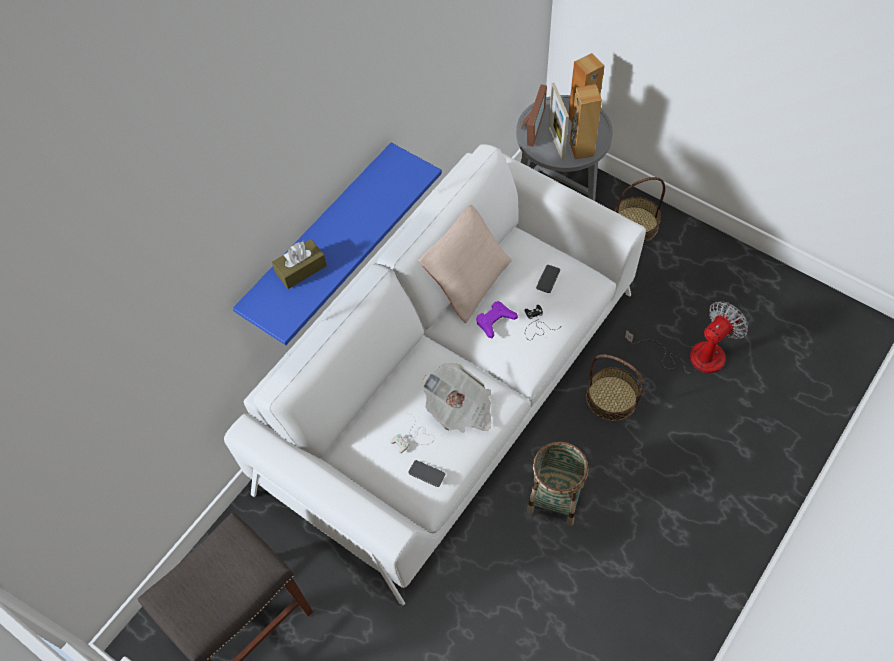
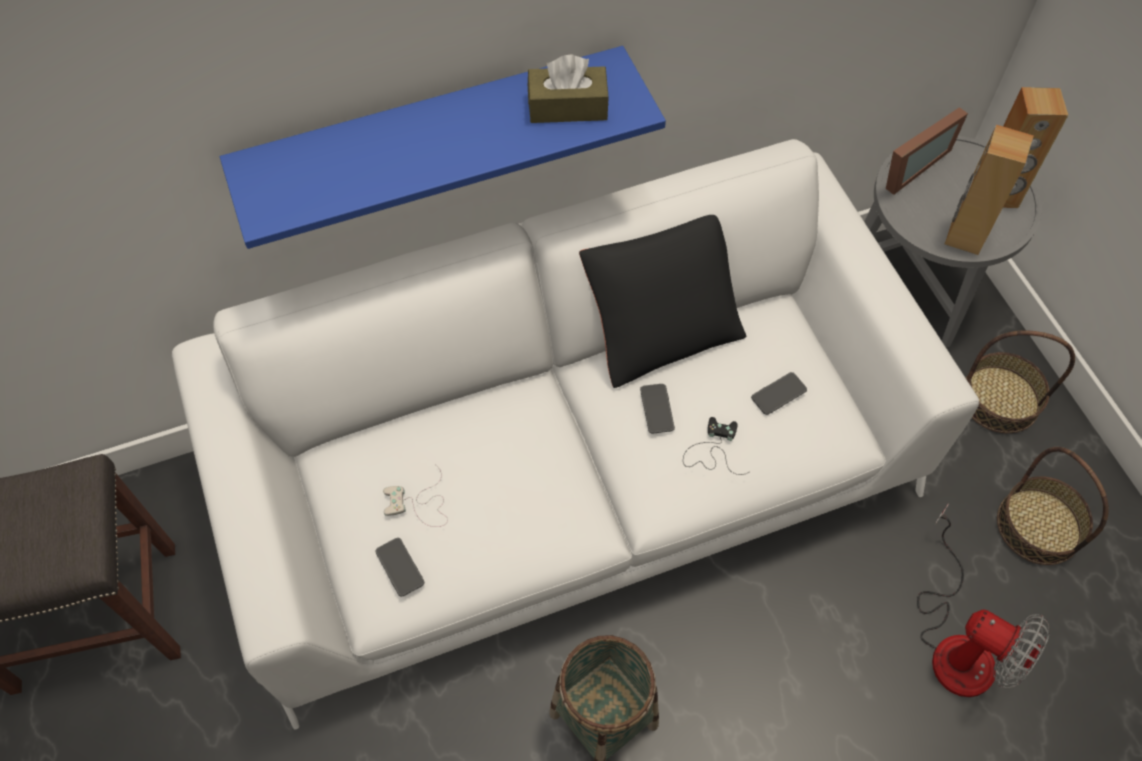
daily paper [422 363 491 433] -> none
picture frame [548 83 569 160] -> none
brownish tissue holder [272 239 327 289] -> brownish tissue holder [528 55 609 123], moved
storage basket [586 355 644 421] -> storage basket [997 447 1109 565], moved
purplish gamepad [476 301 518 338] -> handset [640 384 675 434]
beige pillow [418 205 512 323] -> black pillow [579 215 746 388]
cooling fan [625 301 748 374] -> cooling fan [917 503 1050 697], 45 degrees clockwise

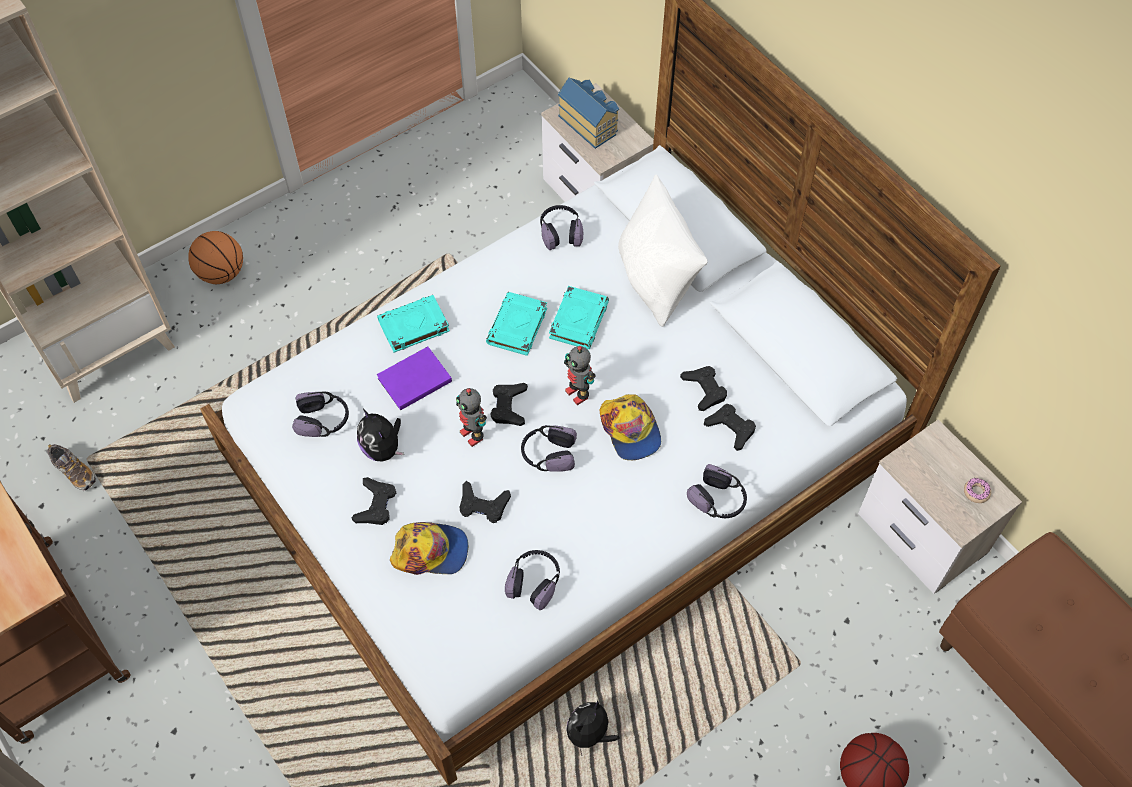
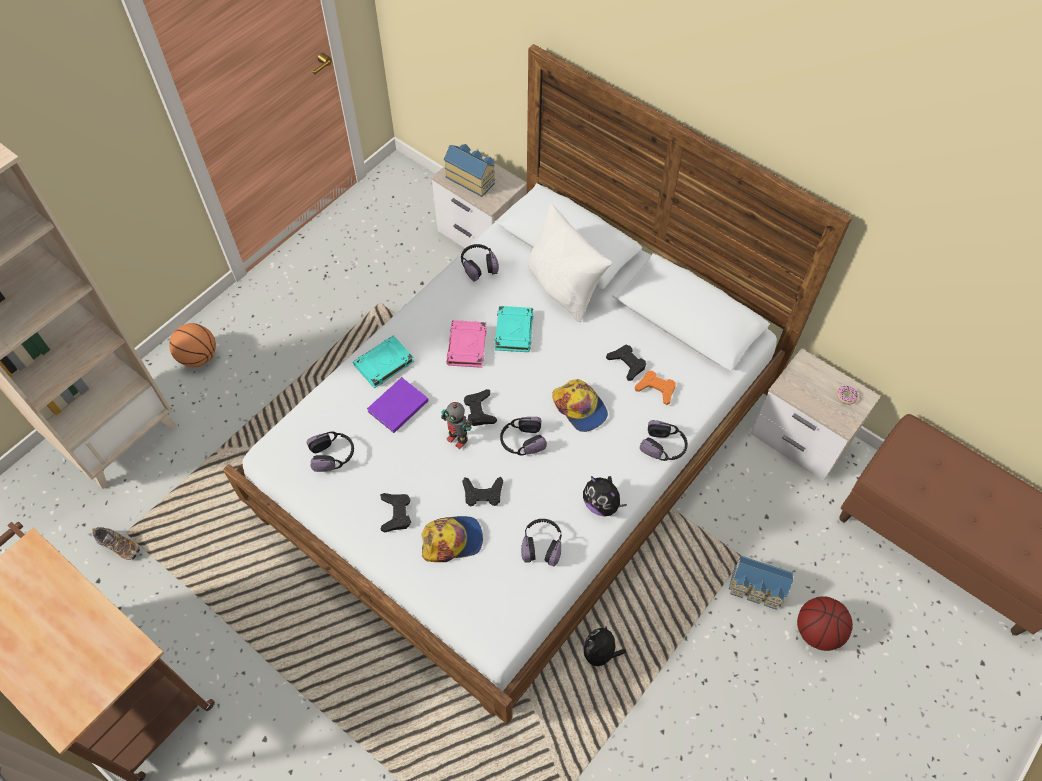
model robot [564 346 596 405] -> none
none -> toy house [729 555 793 610]
soft toy [357 409 404 462] -> soft toy [583 476 627 517], moved
blue-green volume [486 292 547 356] -> pinkish volume [446 320 487 368]
black gamepad [704 404 756 451] -> orange gamepad [635 371 676 405]

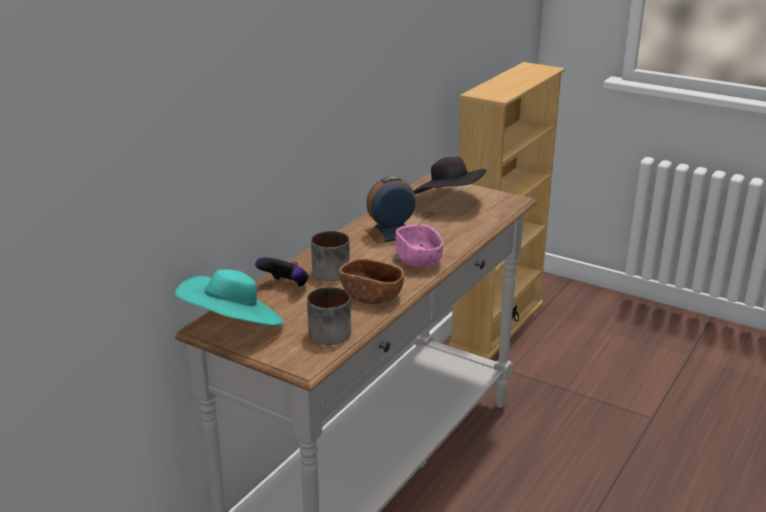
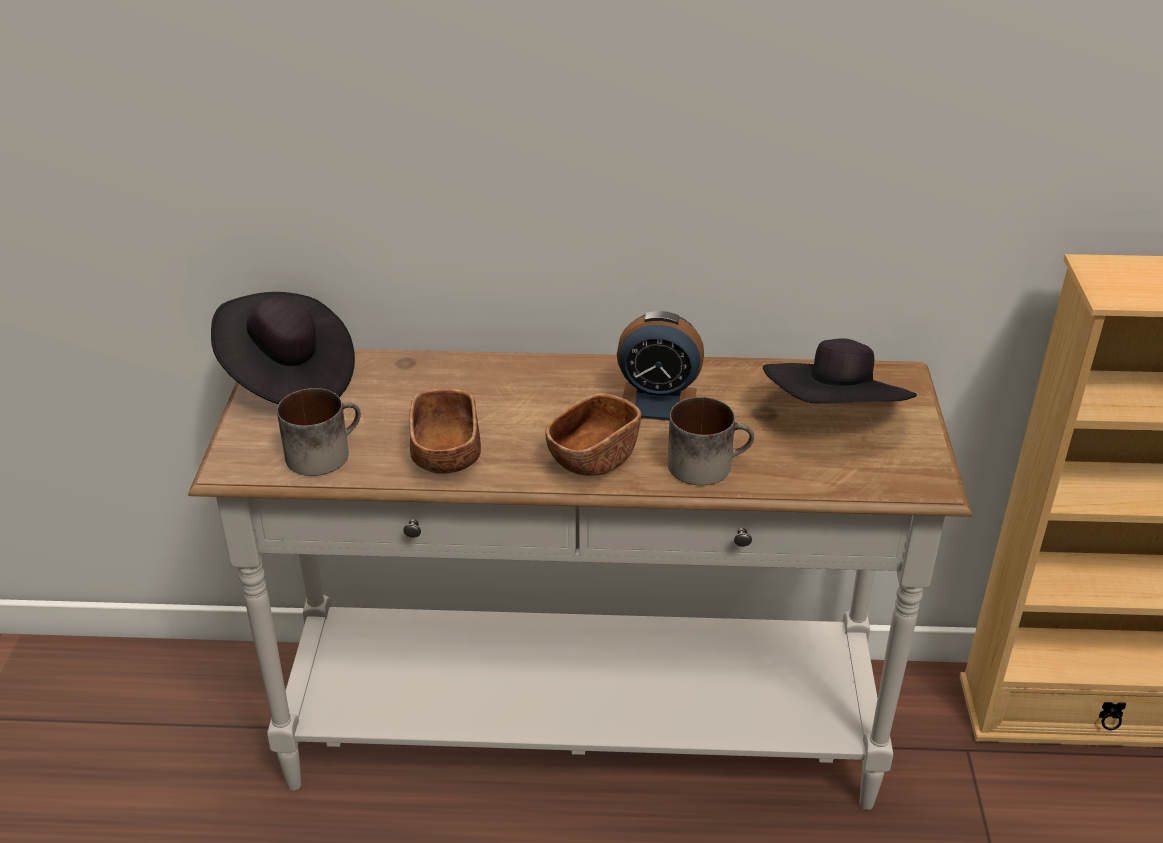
gamepad [255 257 309 287] -> none
coffee mug [311 231 350 281] -> coffee mug [667 397 754 485], moved
blue-green hat [175 269 284 326] -> black hat [211 292 355 404]
pinkish serving bowl [395 224 444 267] -> brownish serving bowl [545 393 641 476]
alarm clock [366 176 416 244] -> alarm clock [617 311 704 421], 150 degrees clockwise

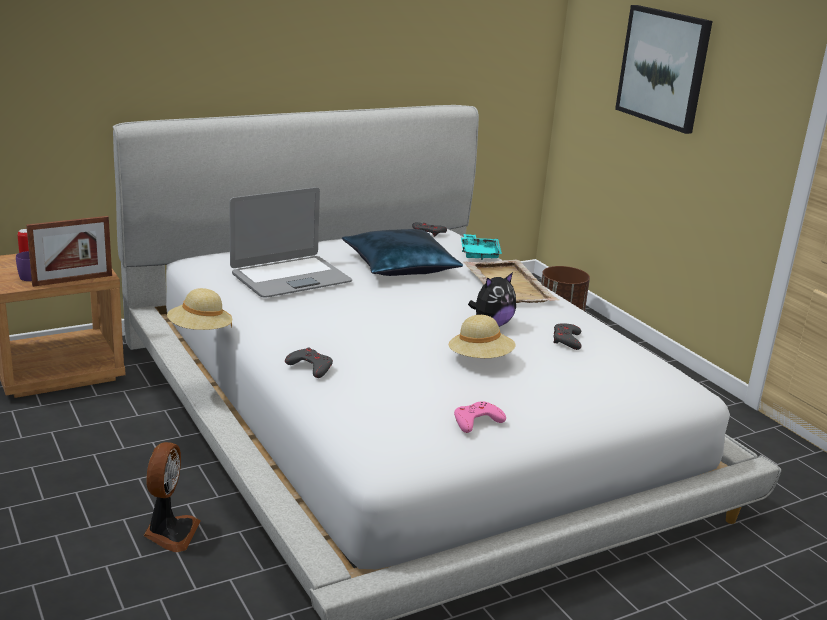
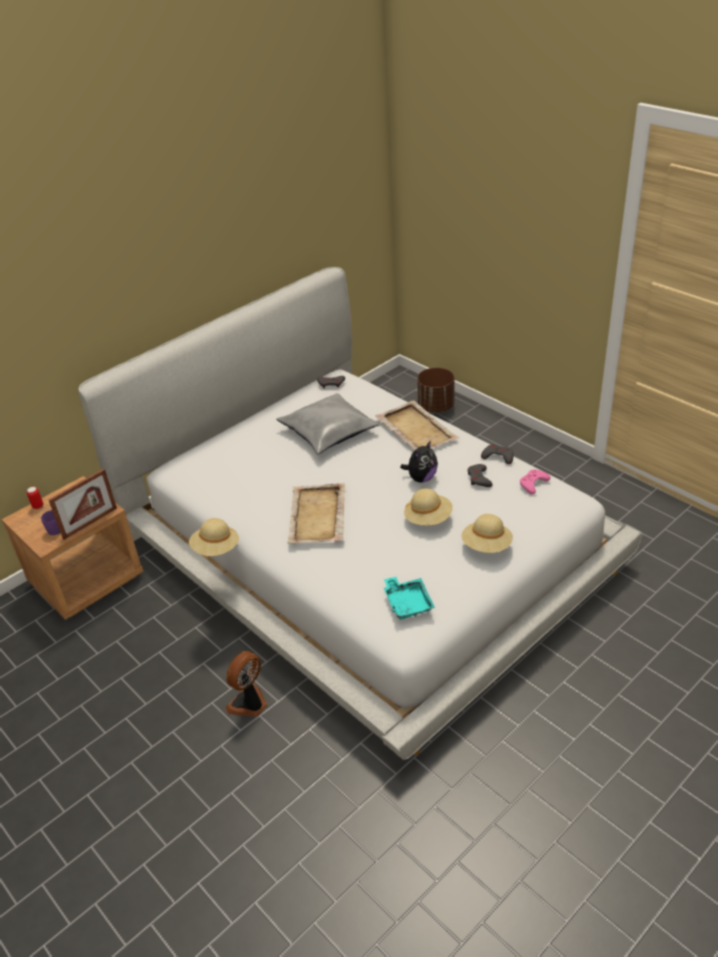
laptop [229 187 352 298] -> none
wall picture [615 5 713 134] -> none
none -> beige serving tray [288 483 345 543]
none -> beige hat [462 514 513 553]
greyish gamepad [285 347 333 378] -> greyish gamepad [481 444 513 464], moved
pinkish gamepad [454 401 506 433] -> pinkish gamepad [520 469 551 495], moved
blue-green serving tray [461 234 502 260] -> blue-green serving tray [384 577 435 620], moved
blue pillow [342 229 463 276] -> greyish pillow [276 393 379 454]
cooling fan [144 442 201 552] -> cooling fan [226 651 268 716], 135 degrees counterclockwise

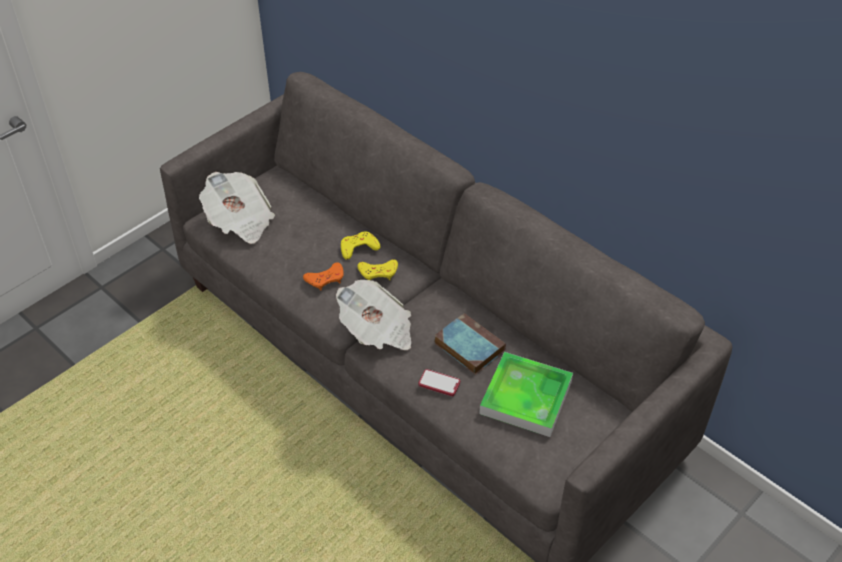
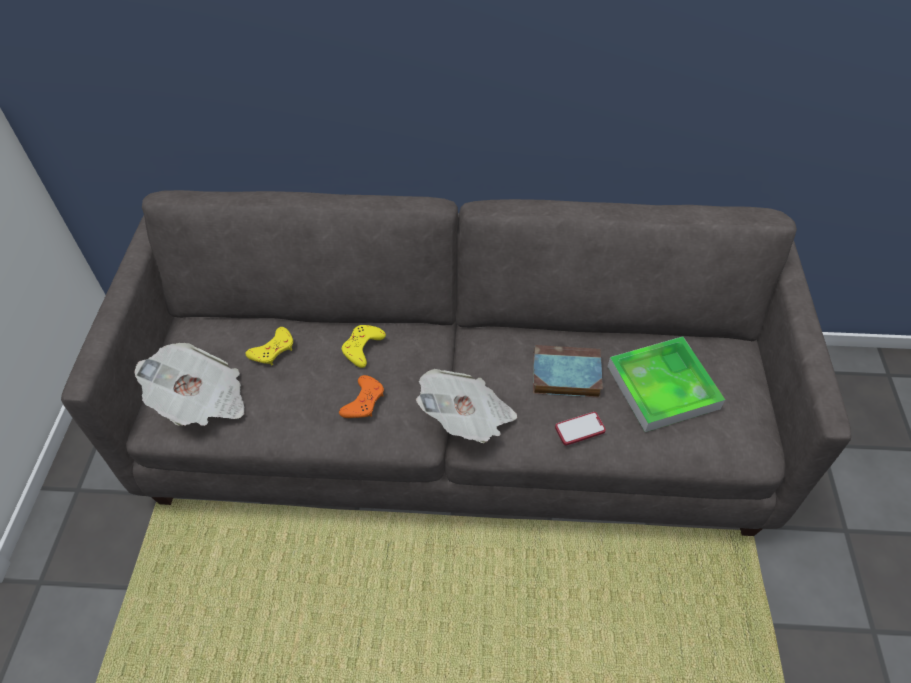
yellow gamepad [357 259 398 280] -> yellow gamepad [245 327 293 365], moved

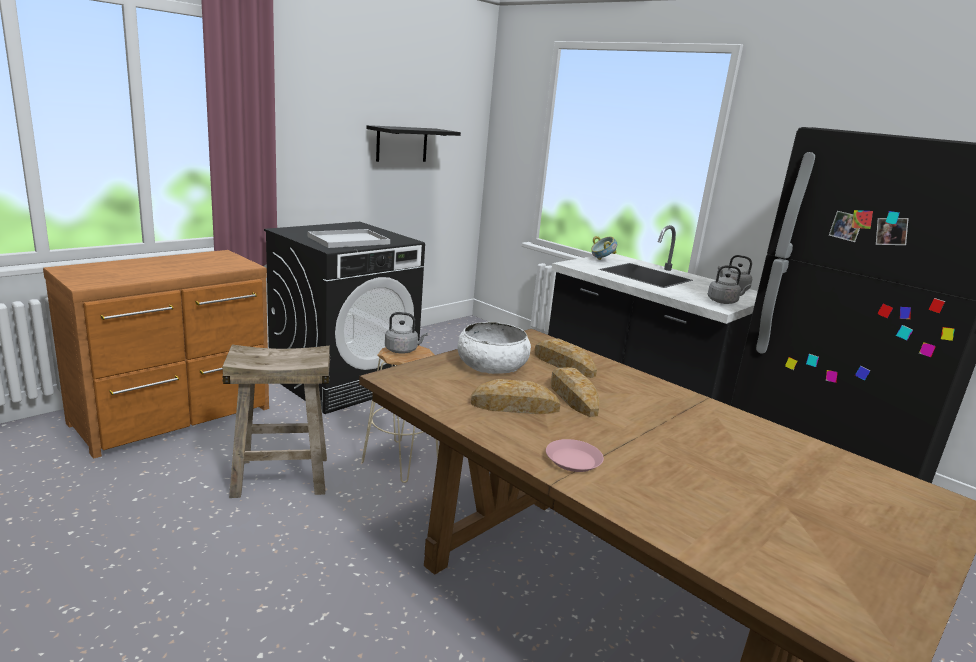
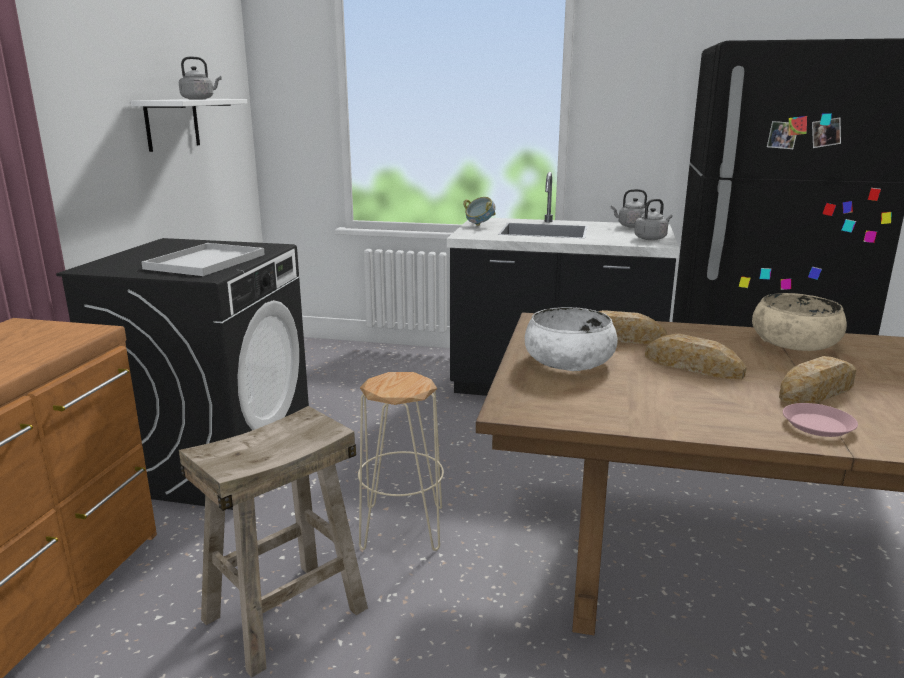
none -> beige serving bowl [752 293 847 351]
greyish kettle [385 312 428 354] -> greyish kettle [179 56 222 99], moved
bakery bread [471 379 560 414] -> bakery bread [779 356 857 404], moved
black shelf [366 125 461 162] -> whitish shelf [131 99 248 152]

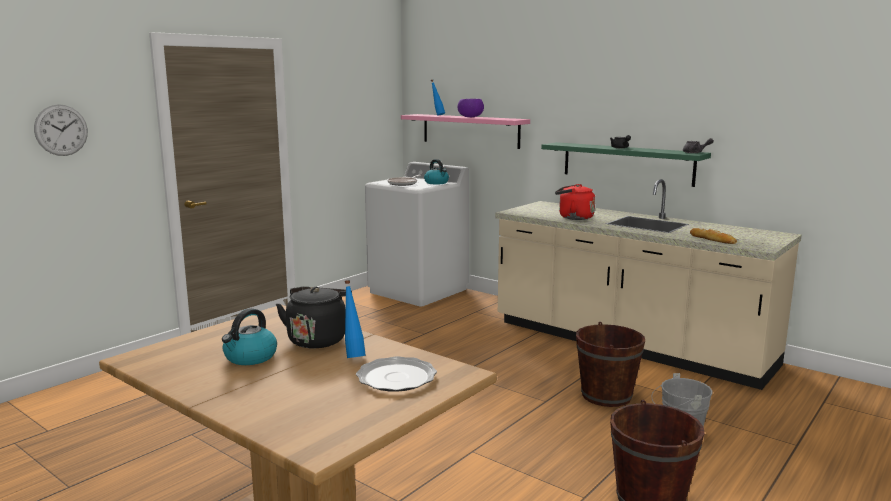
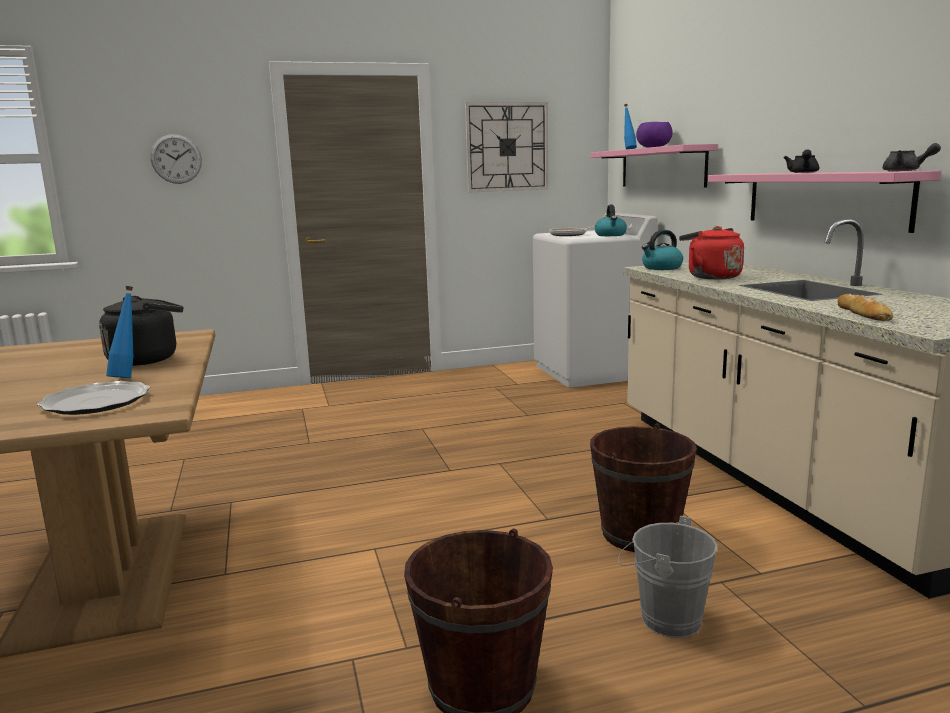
none -> wall clock [465 102 548 192]
kettle [222 308 277 365] -> kettle [642 230 683 270], moved
greenish shelf [541 142 711 187] -> pinkish shelf [708 171 941 233]

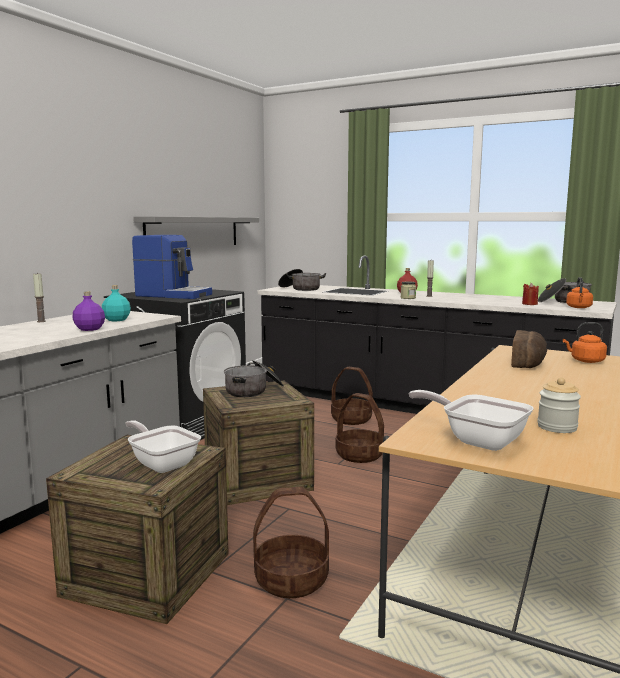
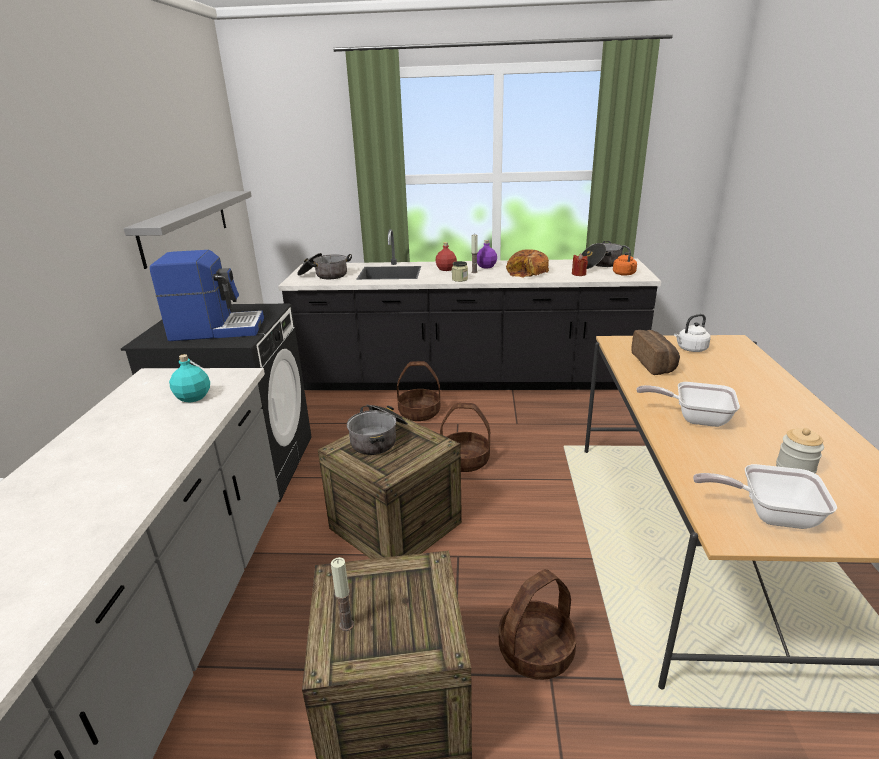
none -> bakery bread [506 249 549 277]
wax light [33 272 46 322] -> wax light [331 557 354 631], moved
purplish bottle [73 291 105 331] -> purplish bottle [477 240 497 268], moved
skillet [125 420 201 473] -> skillet [637 382 740 427], moved
orange kettle [563 322 607 363] -> whitish kettle [674 314 711 352]

